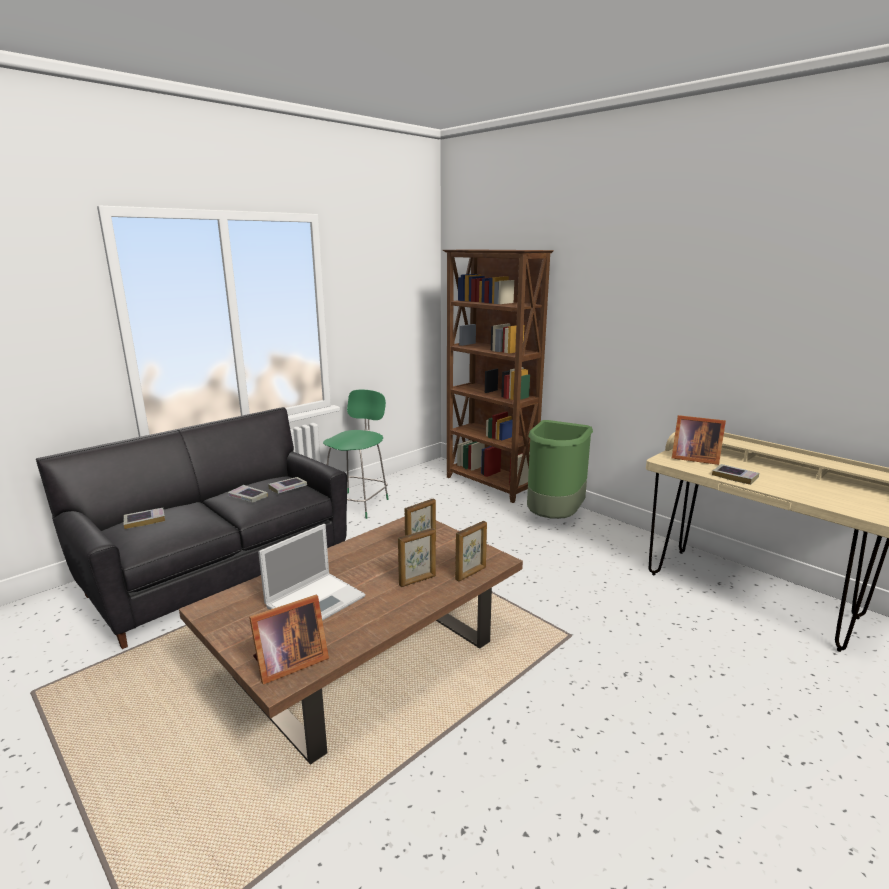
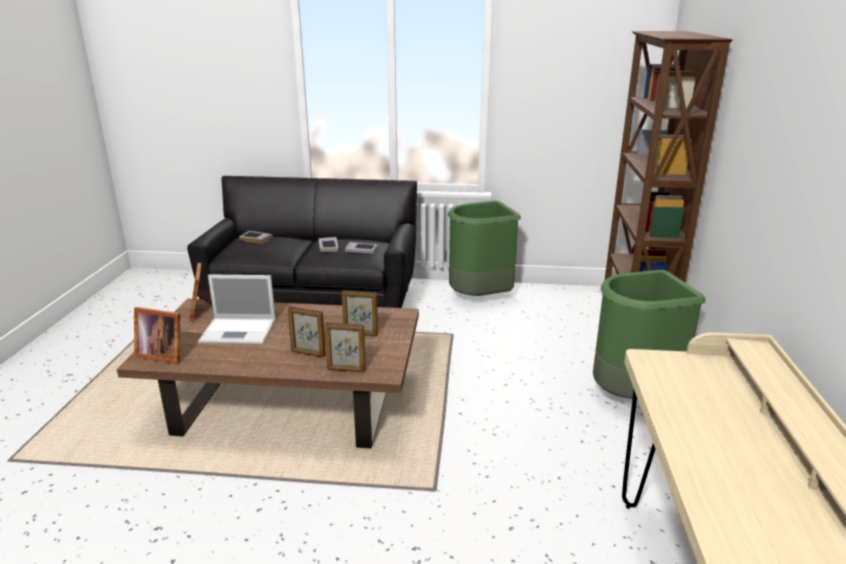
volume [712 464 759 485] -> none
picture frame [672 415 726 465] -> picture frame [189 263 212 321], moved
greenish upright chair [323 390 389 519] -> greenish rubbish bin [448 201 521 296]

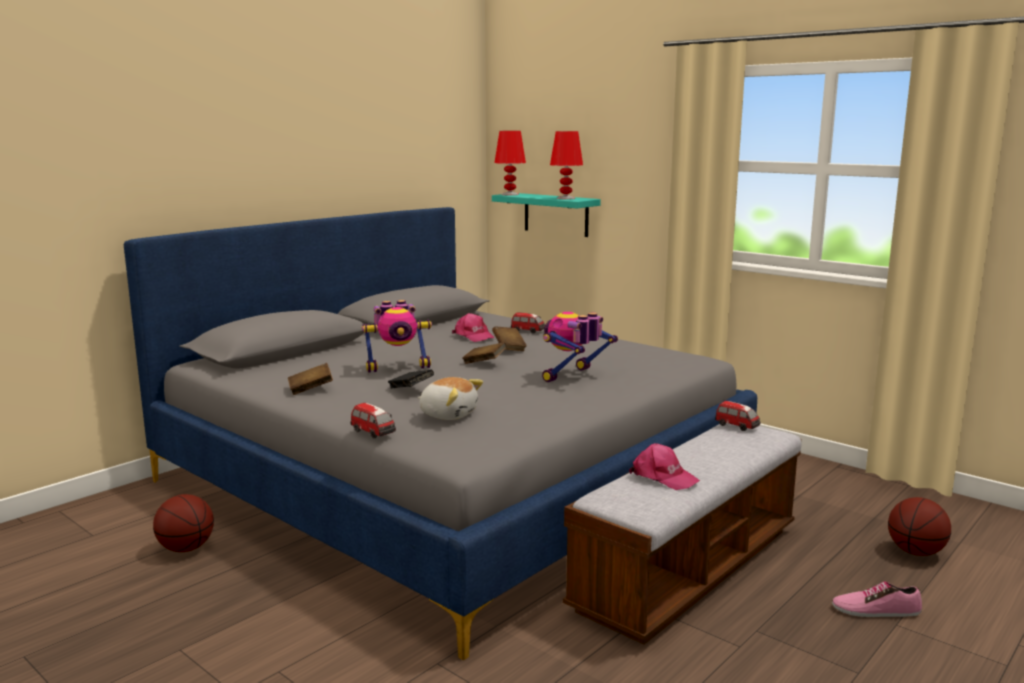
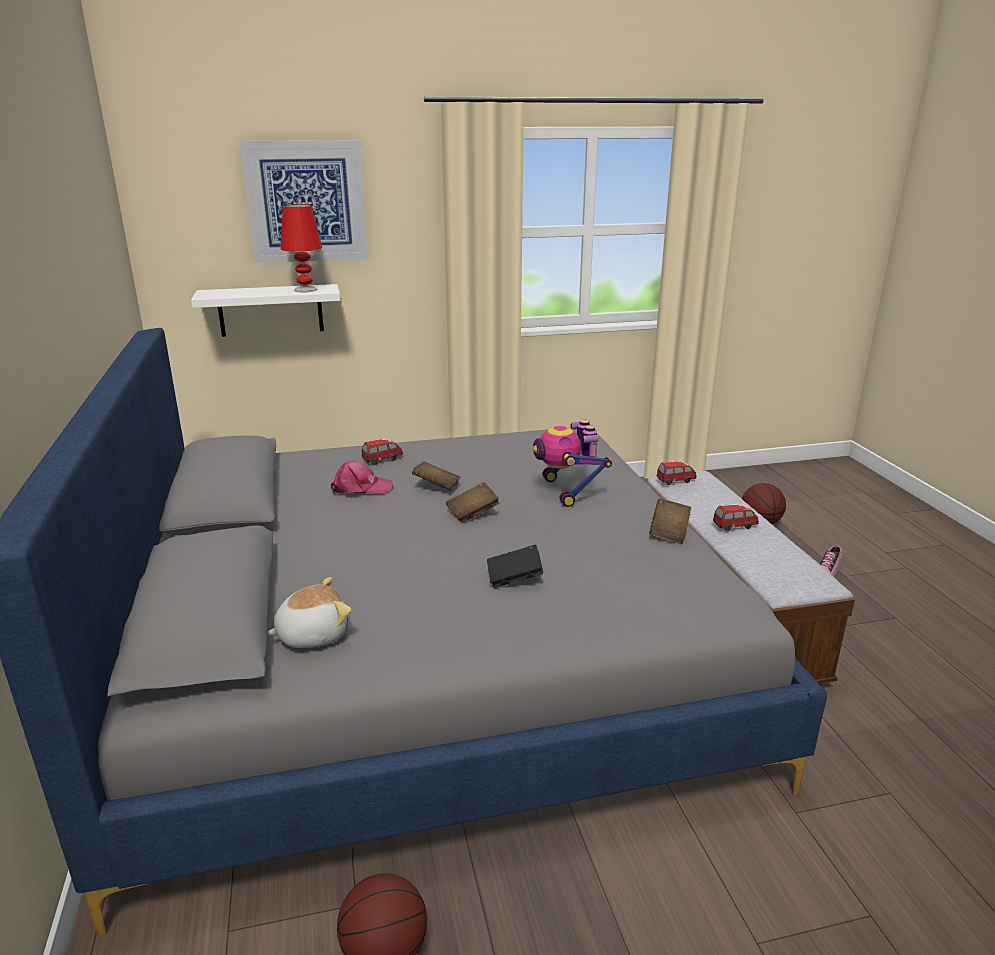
model robot [361 300 432 373] -> none
red-coloured lamp for a table [494 131 526 196] -> none
pinkish peaked cap [629 443 700 490] -> none
none -> wall picture [240 140 368 263]
brownish volume [288 363 333 395] -> brownish volume [649 499 691 544], moved
miniature car [351 403 396 438] -> miniature car [713 504 759 532], moved
soft toy [418 377 483 420] -> soft toy [267 577 352 648], moved
blue-green shelf [492 193 601 237] -> whitish shelf [191 284 340 337]

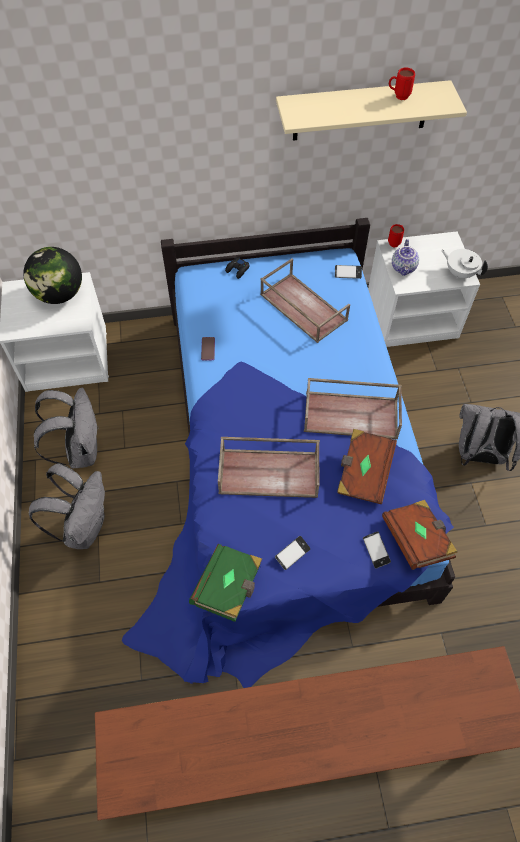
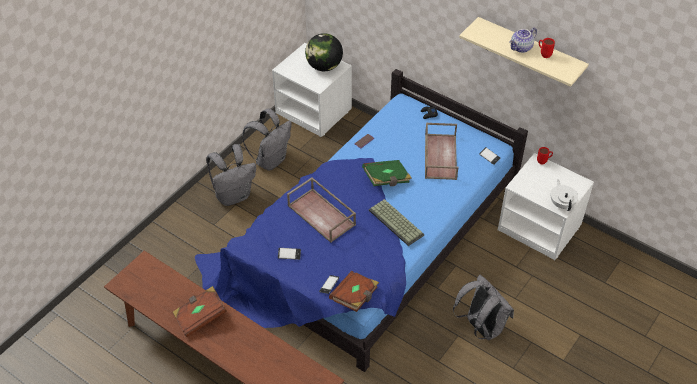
greenish volume [189 544 262 622] -> greenish volume [362 160 412 186], moved
brownish volume [337 429 397 504] -> brownish volume [173 286 227 337], moved
tea pot [392 239 419 276] -> tea pot [509 28 537 53], moved
brownish serving tray [304 378 402 439] -> PC keyboard [369 199 424 246]

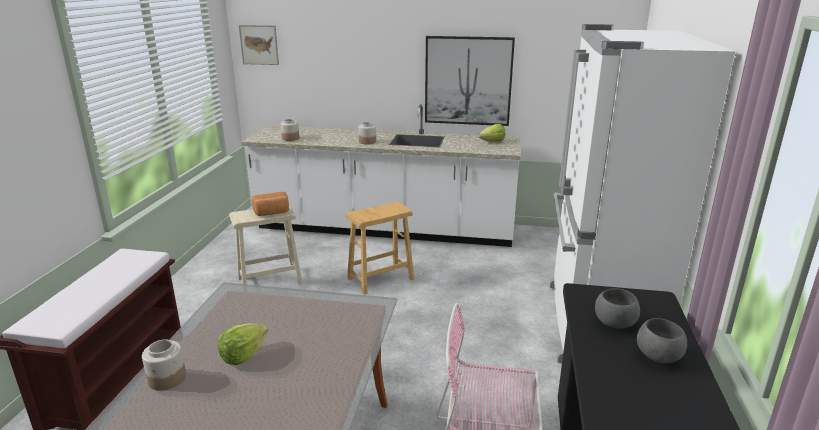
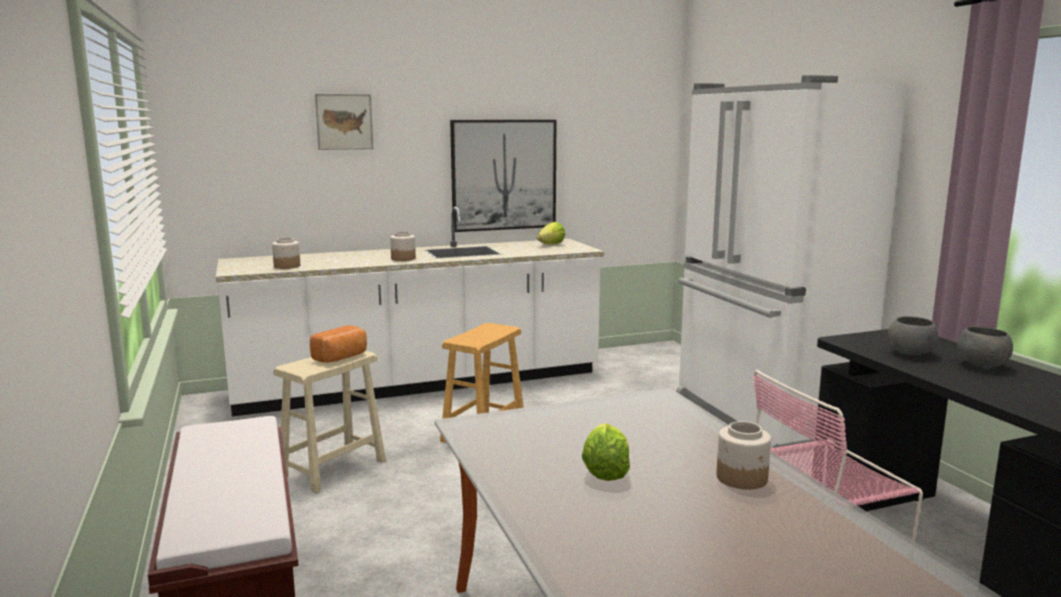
jar [142 339 186 391] -> jar [716 421 771 490], moved
wall picture [239 25 279 65] -> wall picture [315 94 373 150], moved

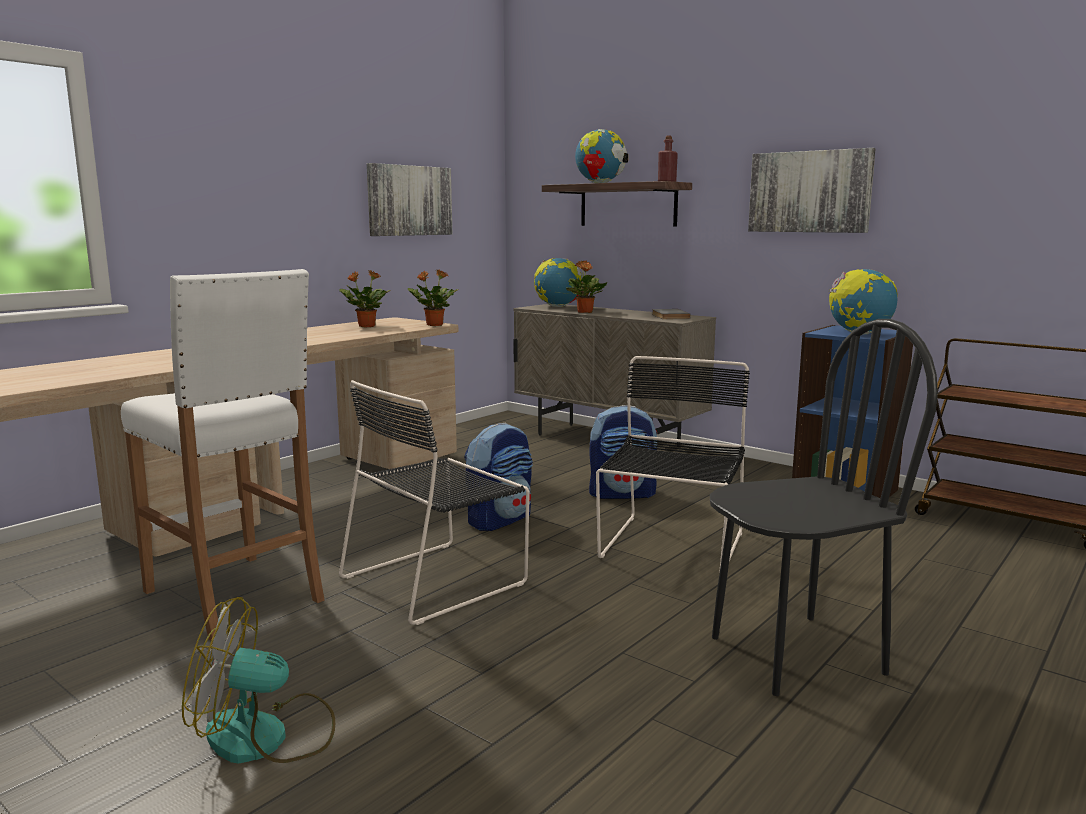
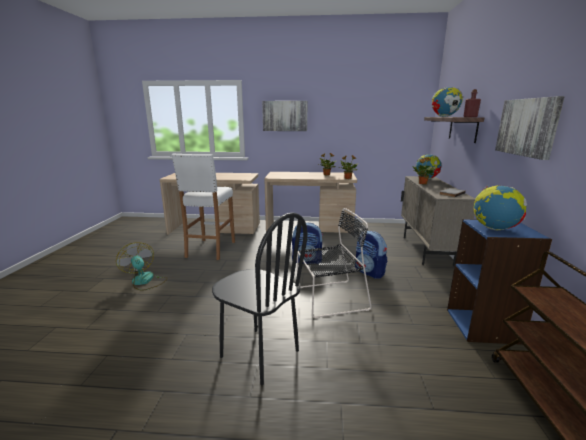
black upright chair [339 380 530 625] -> none
wall picture [367 163 452 236] -> wall picture [262 101 308 131], moved

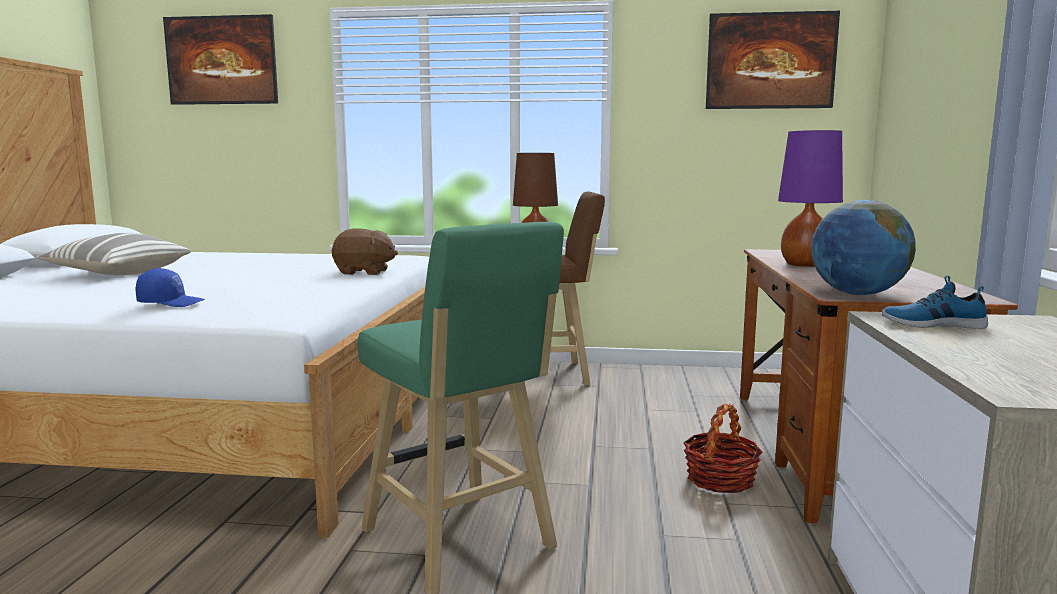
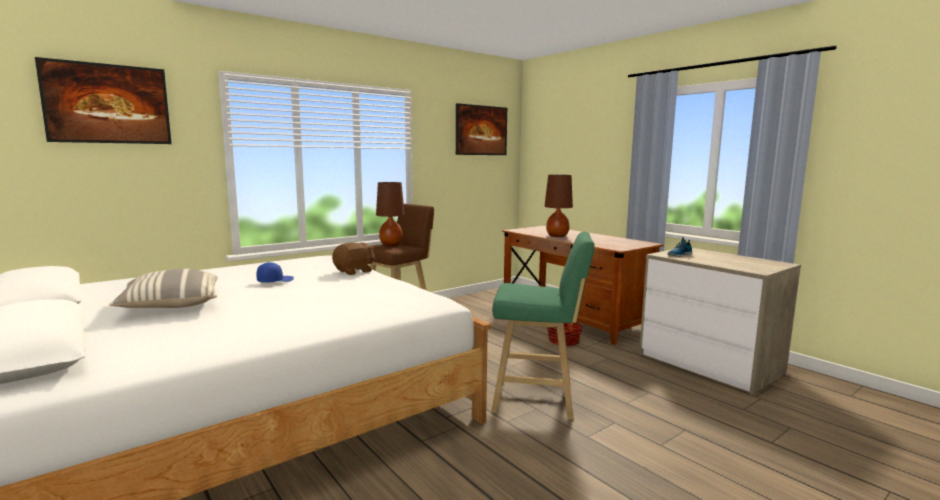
world globe [811 200 916 295] -> none
blue peaked cap [136 268 205 307] -> blue peaked cap [256 262 294 282], moved
purplish lamp for a table [778 130 843 267] -> brownish lamp for a table [544 175 573 237]

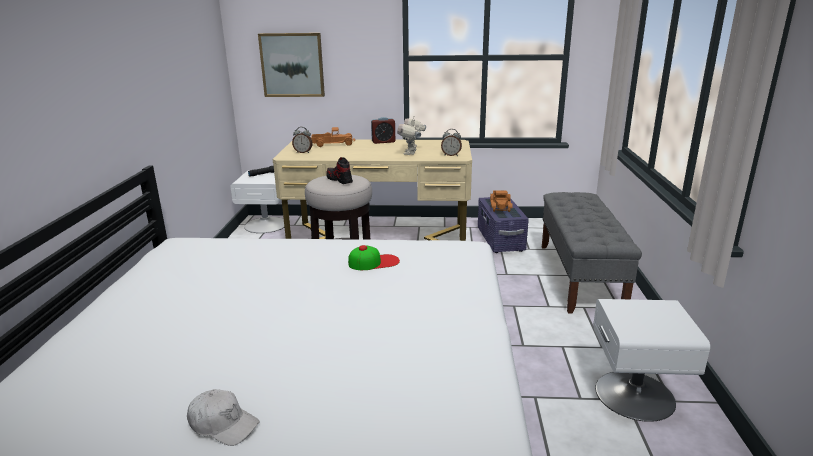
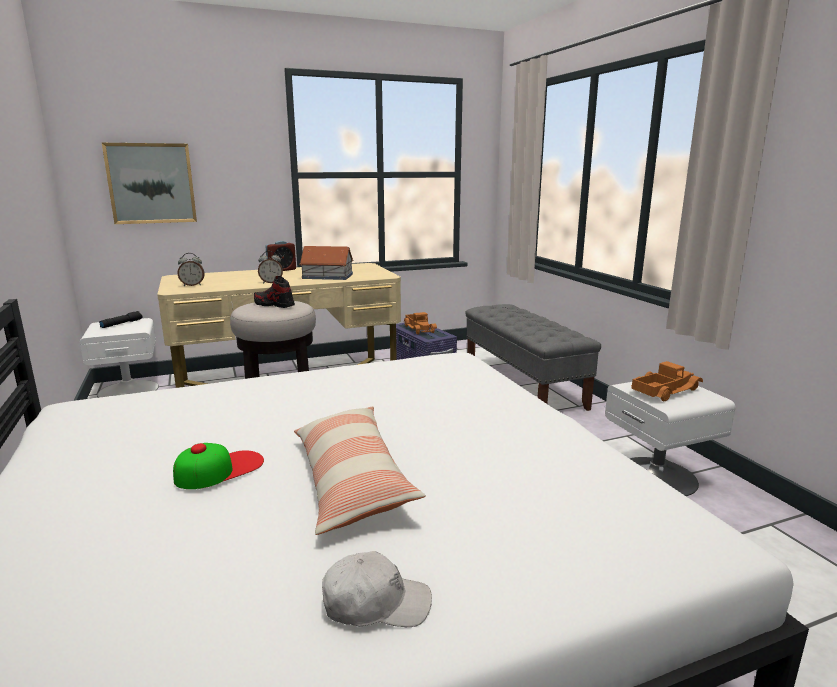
none -> pillow [294 407 426 535]
model truck [311 127 355 147] -> model truck [631 361 703 401], moved
peaked cap [348 245 400 270] -> peaked cap [173 443 264 489], moved
alarm clock [441 129 462 156] -> alarm clock [258 251 283 283], moved
model robot [397 115 426 155] -> toy house [299 246 354 280]

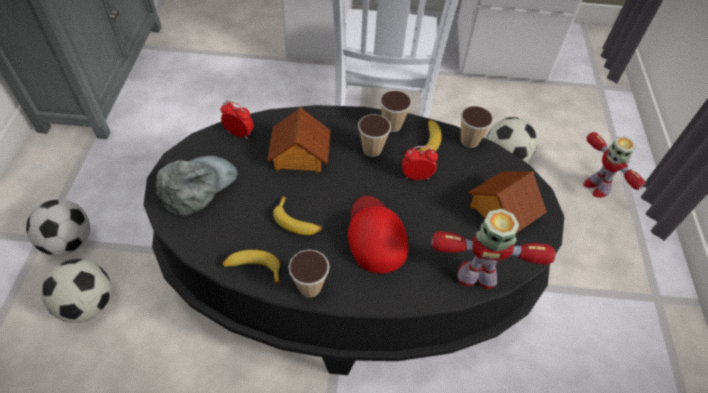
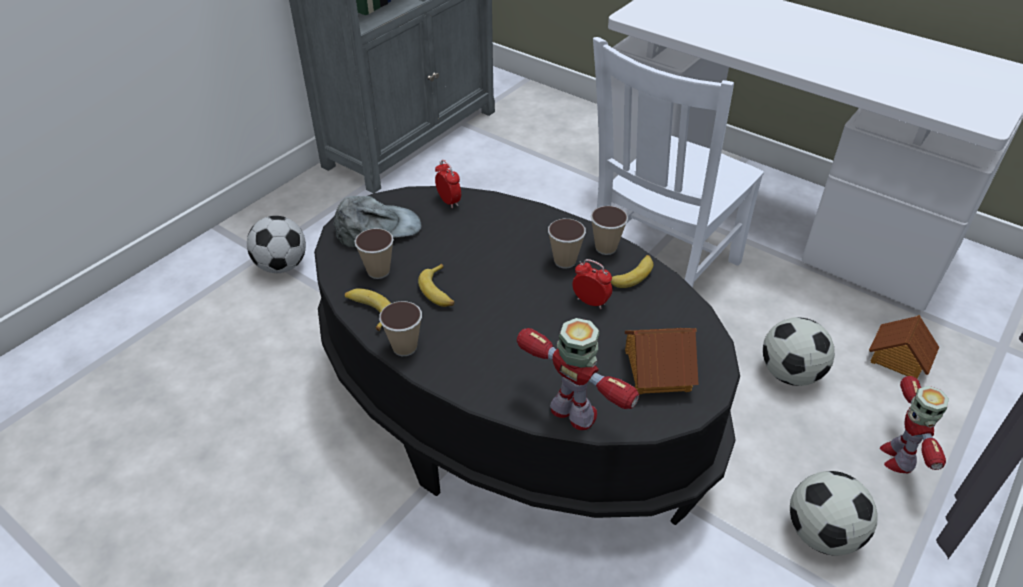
red-coloured peaked cap [348 196 408 273] -> none
football ball [41 259 112 323] -> football ball [790 471 878 556], moved
toy house [267 107 330 173] -> toy house [869 315 939 379], moved
drinking cup [461 106 493 148] -> drinking cup [354 228 394 279], moved

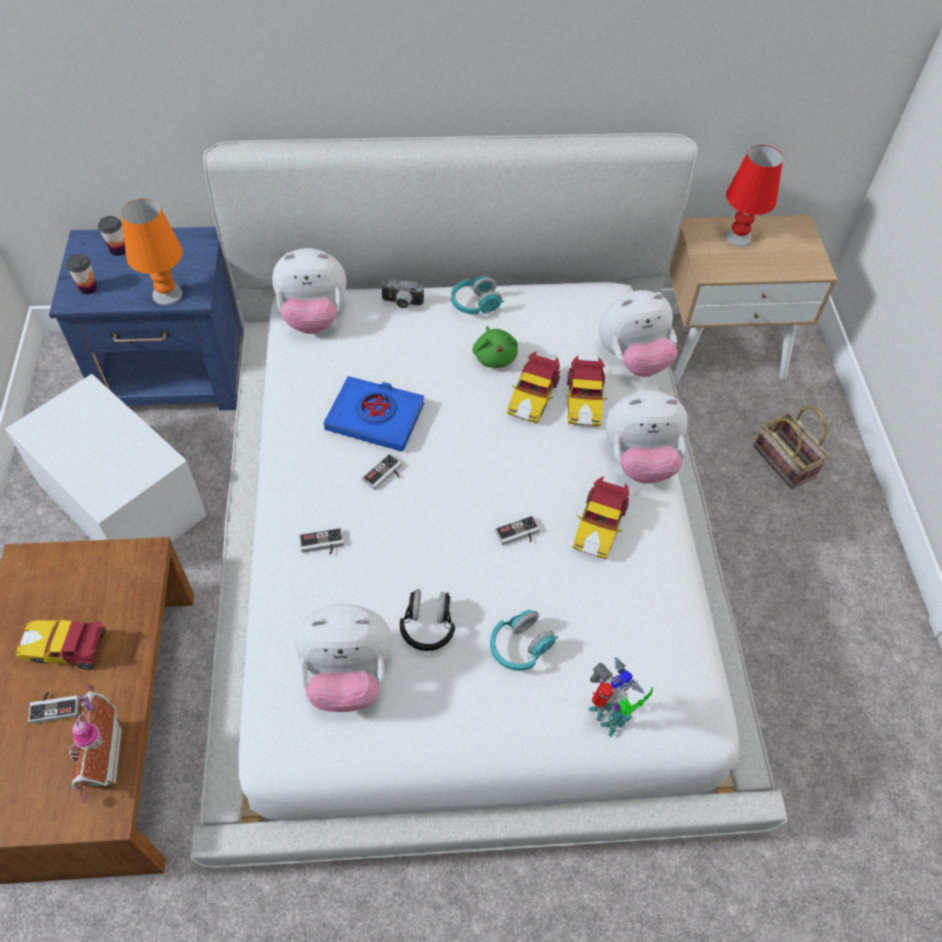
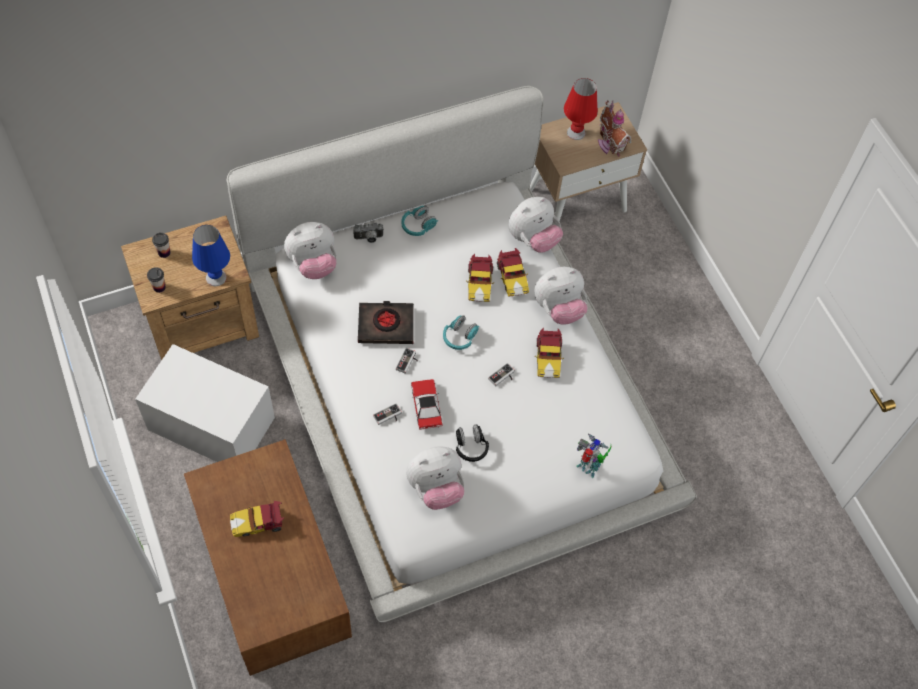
gamepad [28 692 79 724] -> none
greenish soft toy [473 326 518 368] -> none
storage basket [754 406 830 489] -> none
none -> miniature car [411 379 443 430]
toy house [69 685 122 803] -> toy house [598 101 631 157], moved
blue-green headphones [490 610 558 671] -> blue-green headphones [443 315 479 350], moved
blue night table [49 227 243 410] -> brownish night table [121 216 259 360]
orange lamp for a table [121 199 183 305] -> blue lamp for a table [192 225 230 286]
blue volume [324 376 424 452] -> black volume [358 301 414 344]

